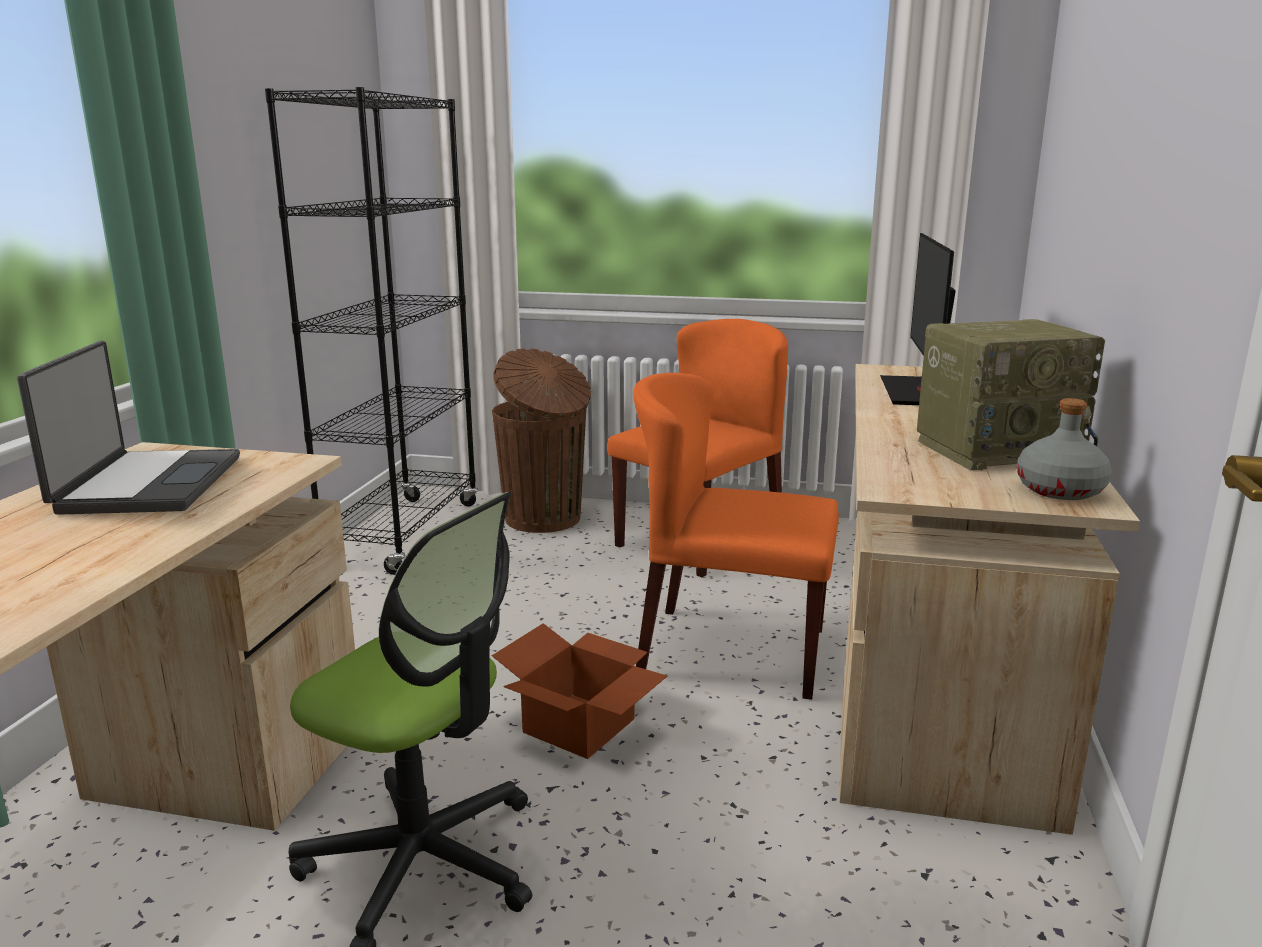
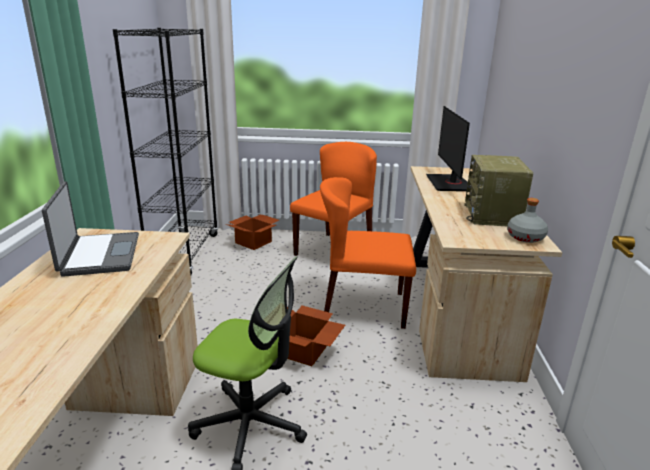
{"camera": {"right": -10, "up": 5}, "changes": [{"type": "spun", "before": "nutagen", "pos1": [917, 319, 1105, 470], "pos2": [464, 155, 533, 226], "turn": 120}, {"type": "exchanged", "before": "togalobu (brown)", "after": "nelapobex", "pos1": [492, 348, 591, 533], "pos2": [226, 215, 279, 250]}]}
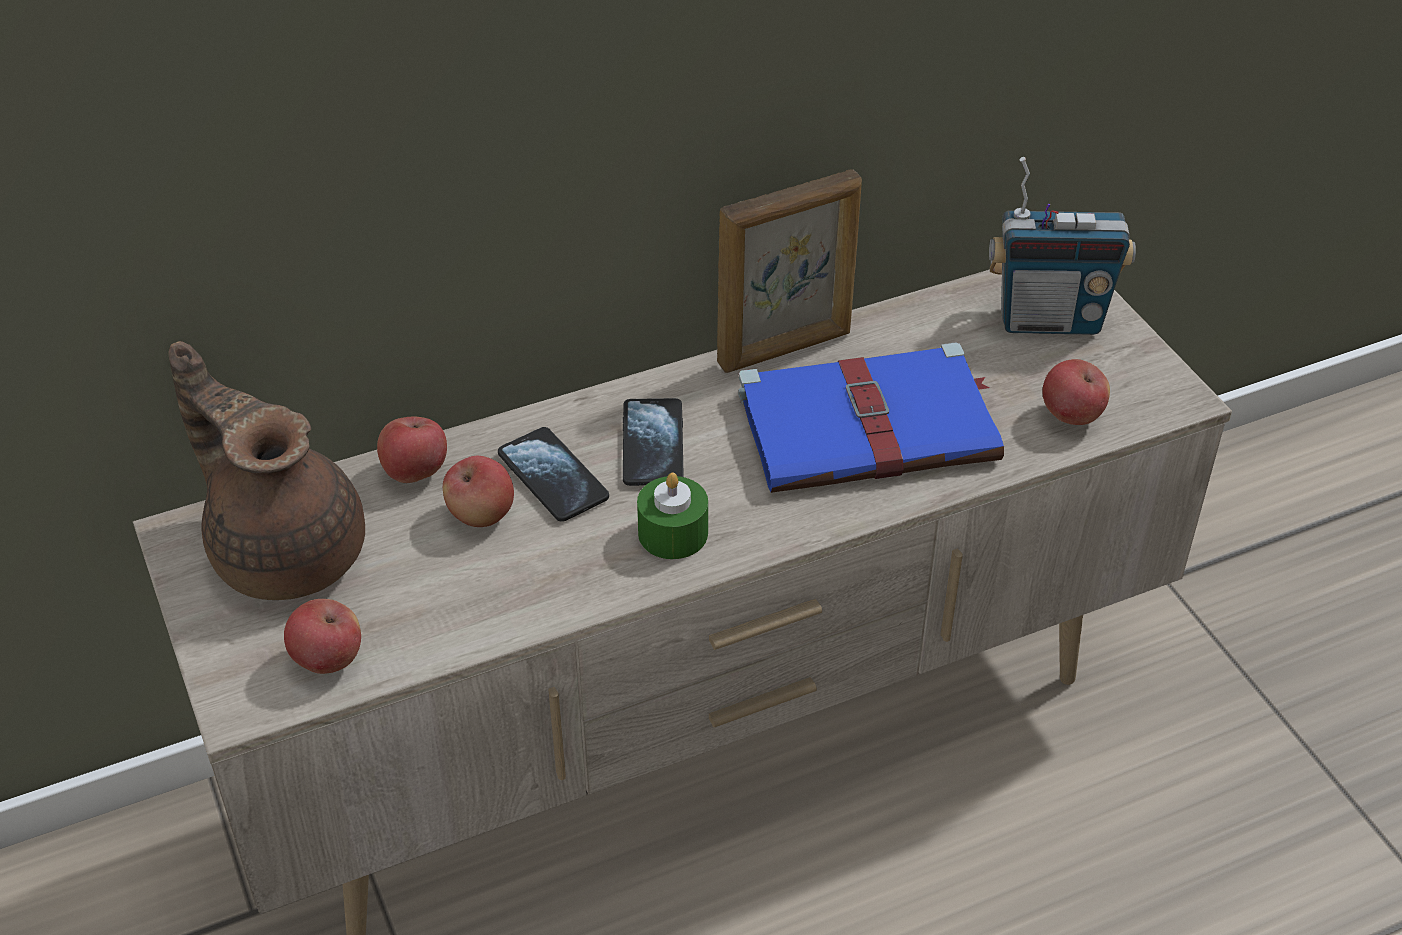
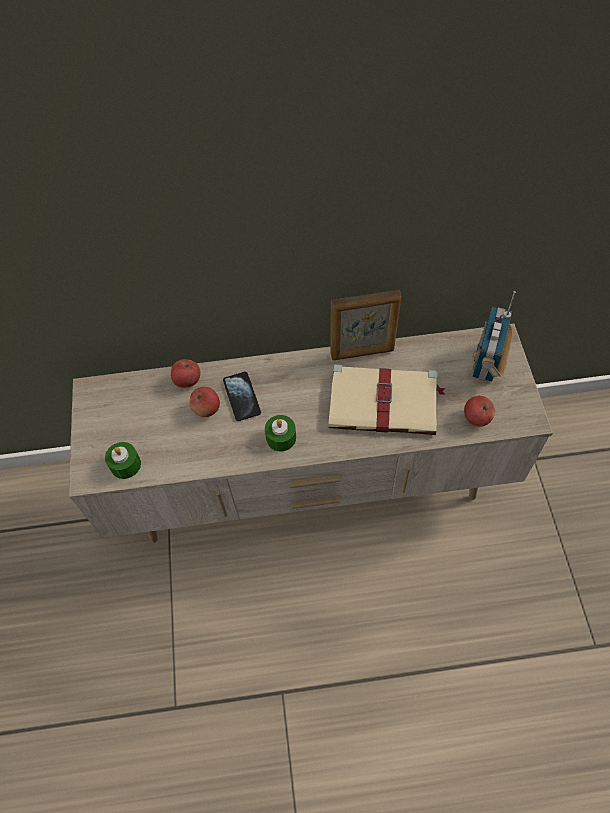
{"camera": {"right": 20, "up": 15}, "changes": [{"type": "spun", "before": "nutagen", "pos1": [989, 157, 1136, 335], "pos2": [472, 291, 516, 381], "turn": 90}, {"type": "missing", "before": "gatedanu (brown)", "pos1": [168, 341, 365, 600]}, {"type": "colour", "before": "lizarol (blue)", "after": "lizarol (beige)", "pos1": [738, 342, 1004, 493], "pos2": [328, 364, 446, 435]}, {"type": "missing", "before": "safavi", "pos1": [623, 398, 684, 486]}, {"type": "exchanged", "before": "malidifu", "after": "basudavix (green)", "pos1": [284, 599, 361, 674], "pos2": [105, 442, 141, 479]}]}
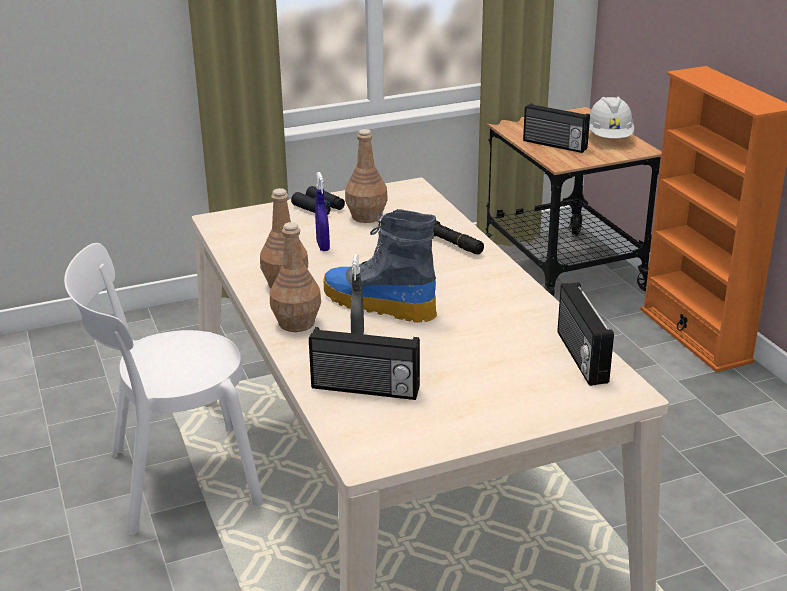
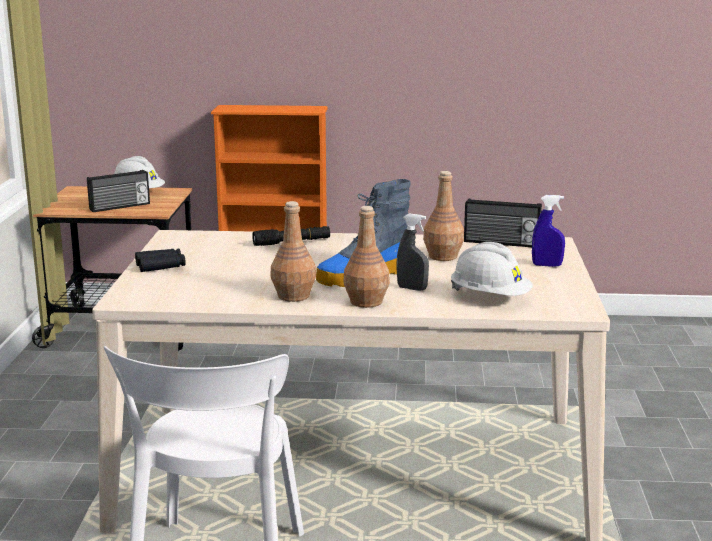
{"camera": {"right": -65, "up": -10}, "changes": [{"type": "relocated", "before": "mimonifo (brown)", "pos1": [345, 129, 388, 223], "pos2": [423, 171, 464, 261]}, {"type": "relocated", "before": "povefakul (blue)", "pos1": [315, 172, 330, 251], "pos2": [532, 195, 565, 267]}, {"type": "exchanged", "before": "nutagen", "after": "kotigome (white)", "pos1": [309, 327, 420, 400], "pos2": [451, 242, 533, 296]}]}
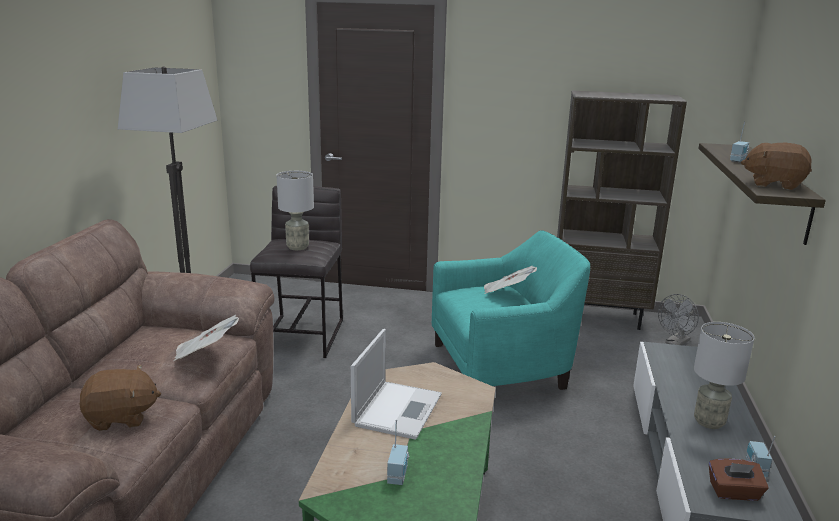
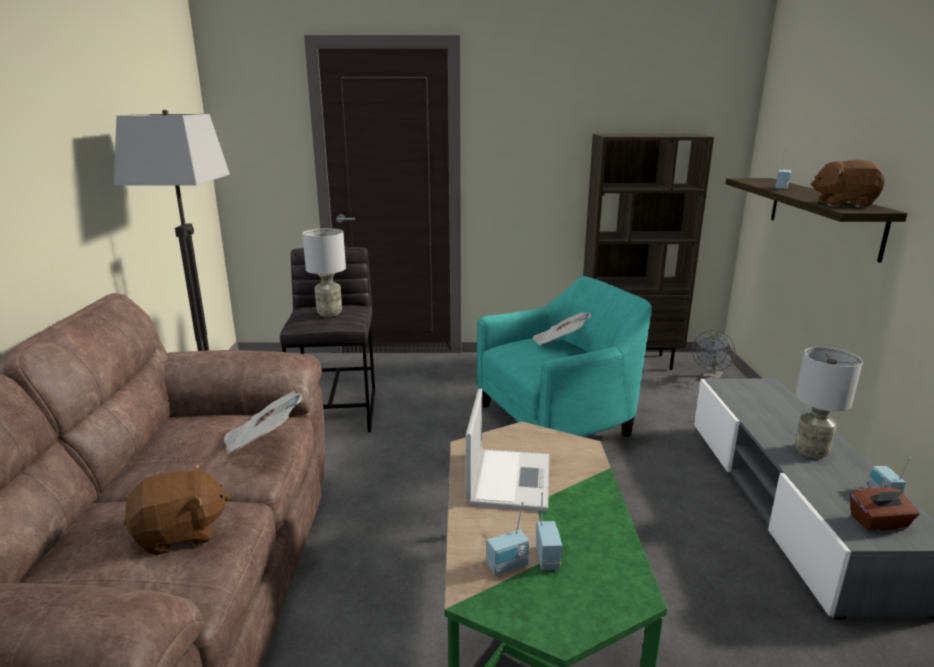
{"camera": {"right": -10, "up": 0}, "changes": [{"type": "appeared", "after": "nutagen", "pos2": [487, 501, 529, 575]}]}
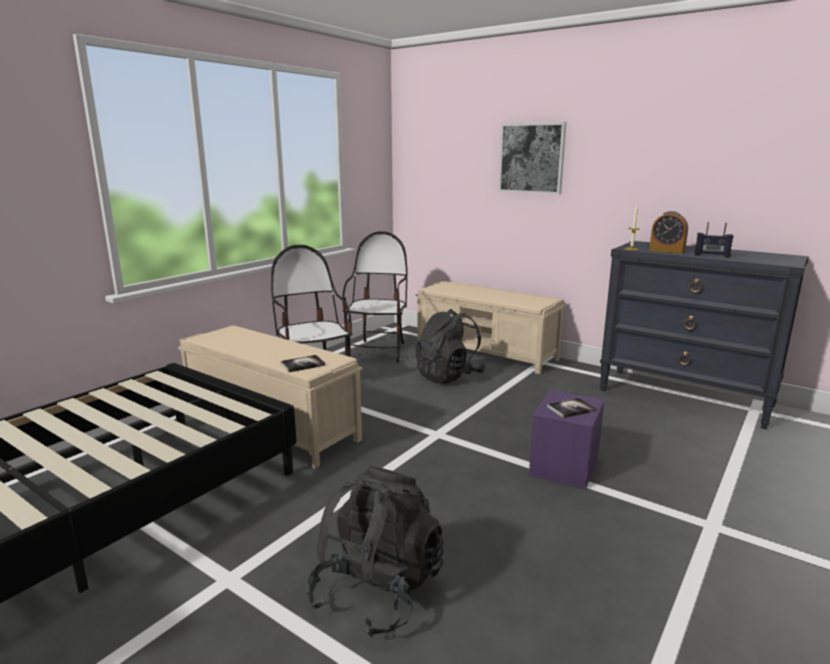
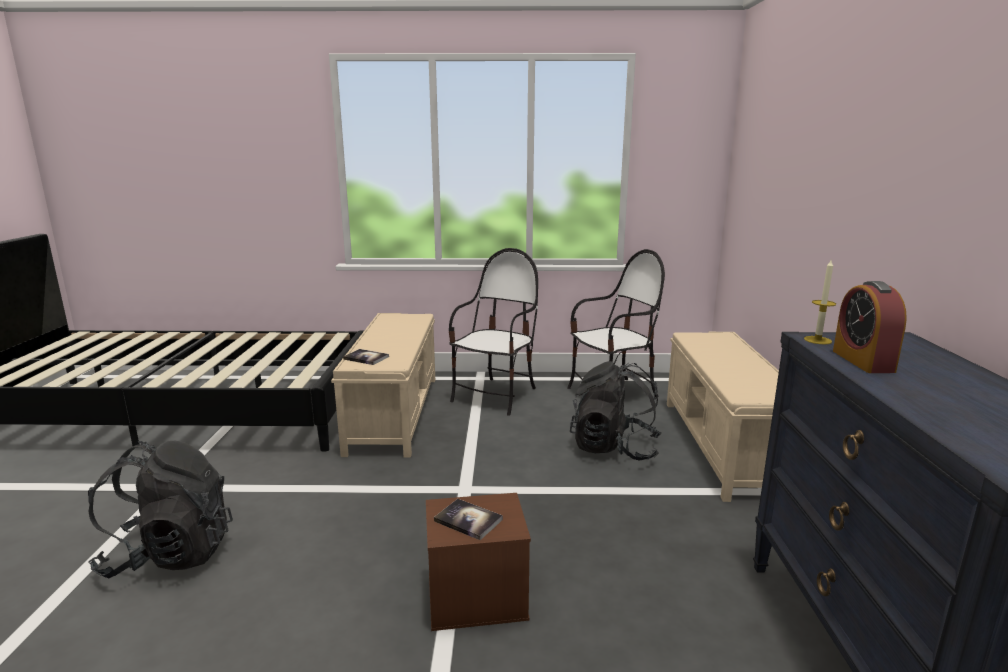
{"camera": {"right": 55, "up": 0}, "changes": [{"type": "missing", "before": "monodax", "pos1": [498, 122, 567, 194]}, {"type": "missing", "before": "nutagen", "pos1": [695, 222, 734, 258]}, {"type": "colour", "before": "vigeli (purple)", "after": "vigeli (brown)", "pos1": [529, 390, 605, 489], "pos2": [426, 493, 531, 631]}]}
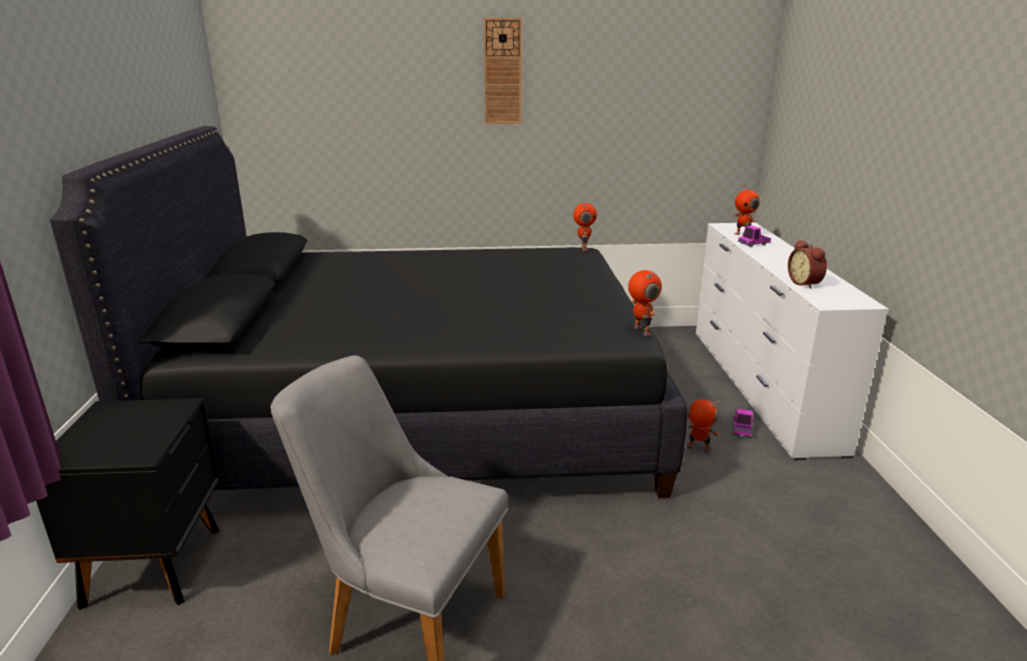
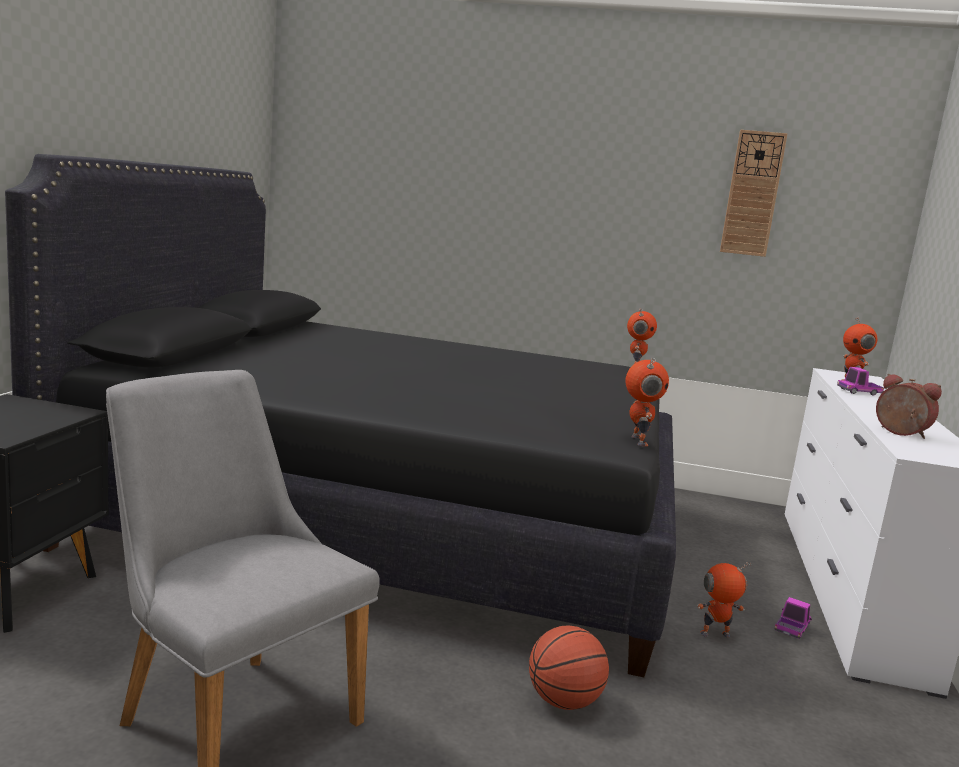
{"camera": {"right": 15, "up": -10}, "changes": [{"type": "relocated", "before": "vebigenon", "pos1": [484, 18, 522, 124], "pos2": [720, 130, 788, 257]}, {"type": "spun", "before": "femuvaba", "pos1": [788, 240, 827, 289], "pos2": [876, 374, 942, 439], "turn": 135}, {"type": "spun", "before": "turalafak", "pos1": [687, 399, 720, 453], "pos2": [697, 562, 751, 637], "turn": -45}, {"type": "appeared", "after": "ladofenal", "pos2": [529, 626, 609, 710]}]}
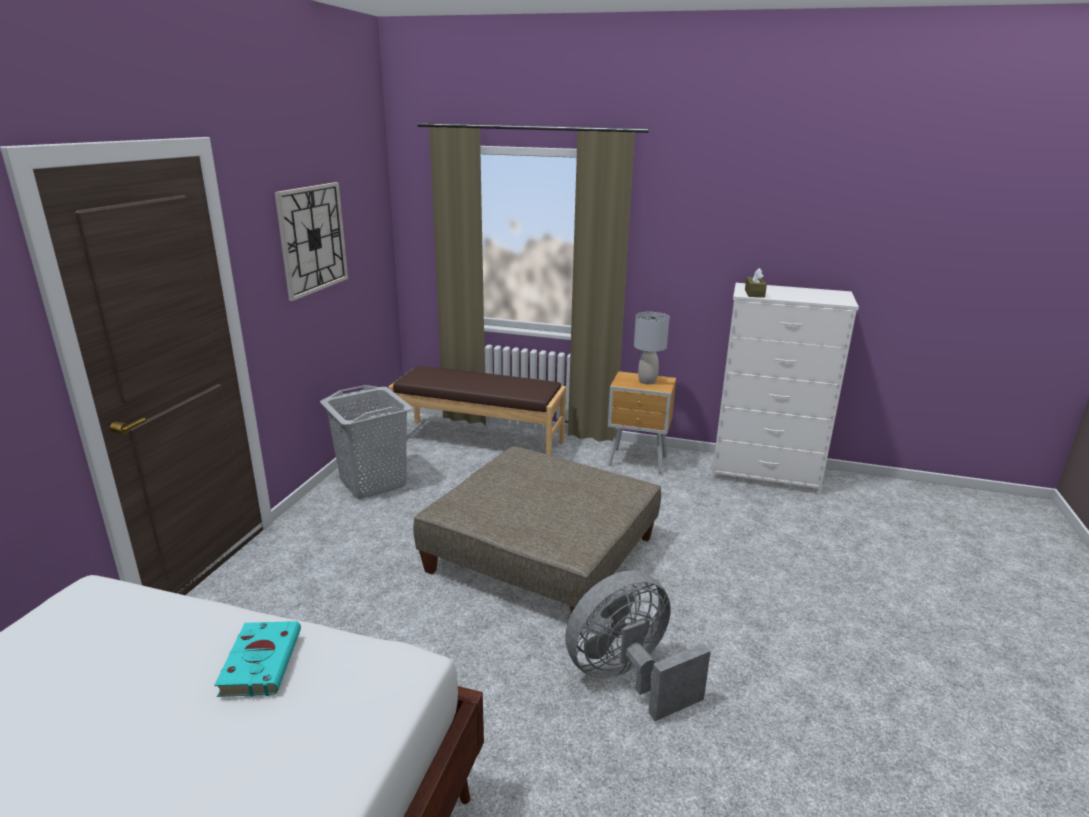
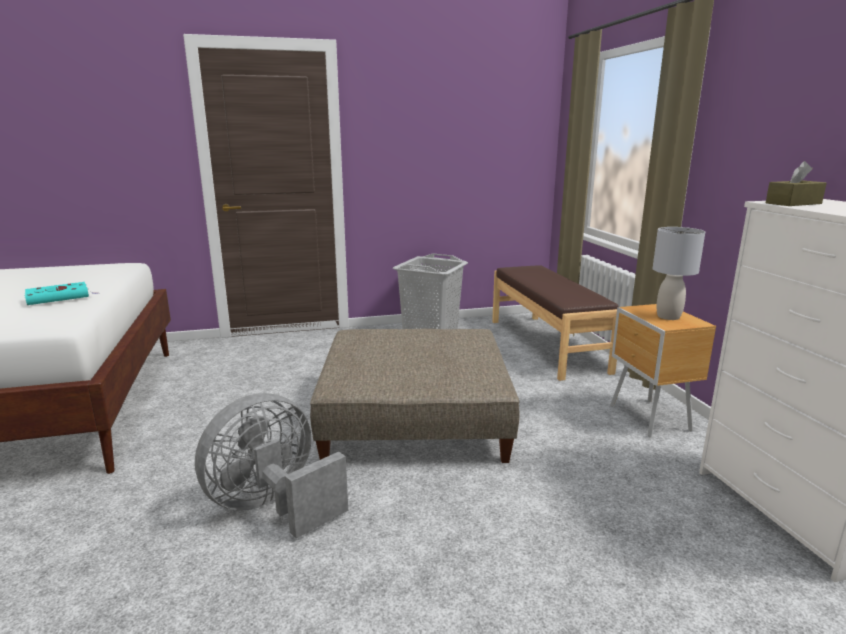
{"camera": {"right": 60, "up": -5}, "changes": [{"type": "missing", "before": "vebigenon", "pos1": [275, 182, 348, 301]}, {"type": "spun", "before": "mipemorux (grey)", "pos1": [565, 571, 711, 721], "pos2": [195, 393, 348, 539], "turn": -75}]}
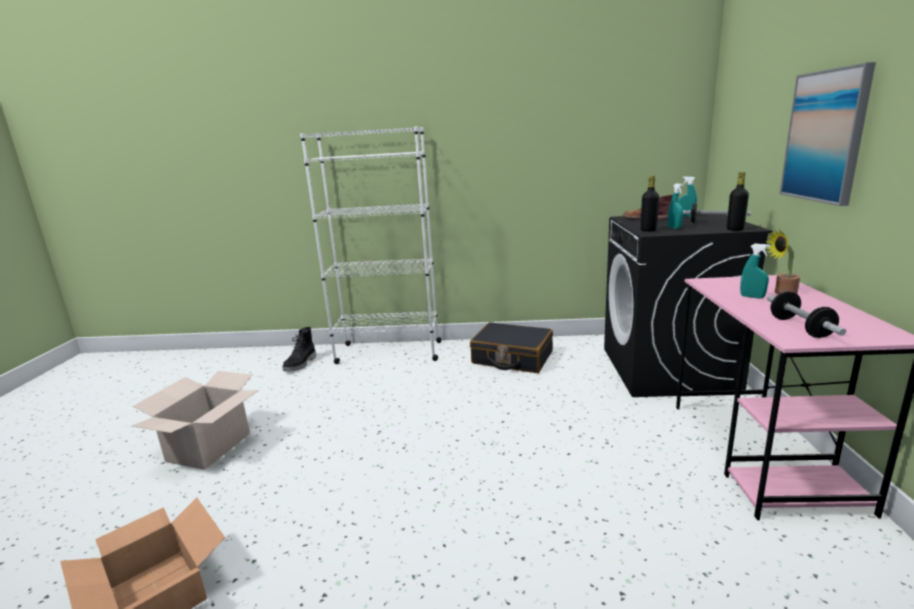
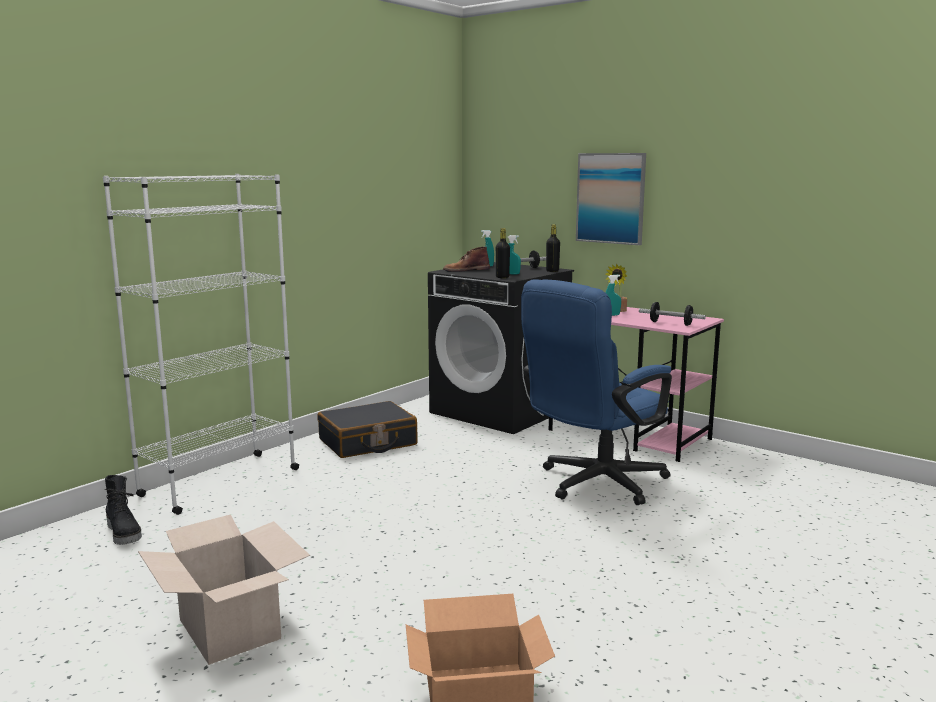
{"camera": {"right": -55, "up": -5}, "changes": [{"type": "appeared", "after": "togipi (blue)", "pos2": [521, 279, 672, 505]}]}
